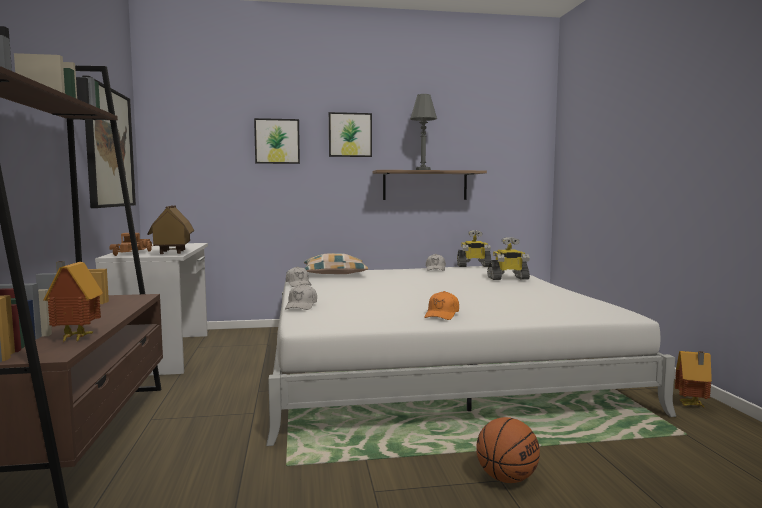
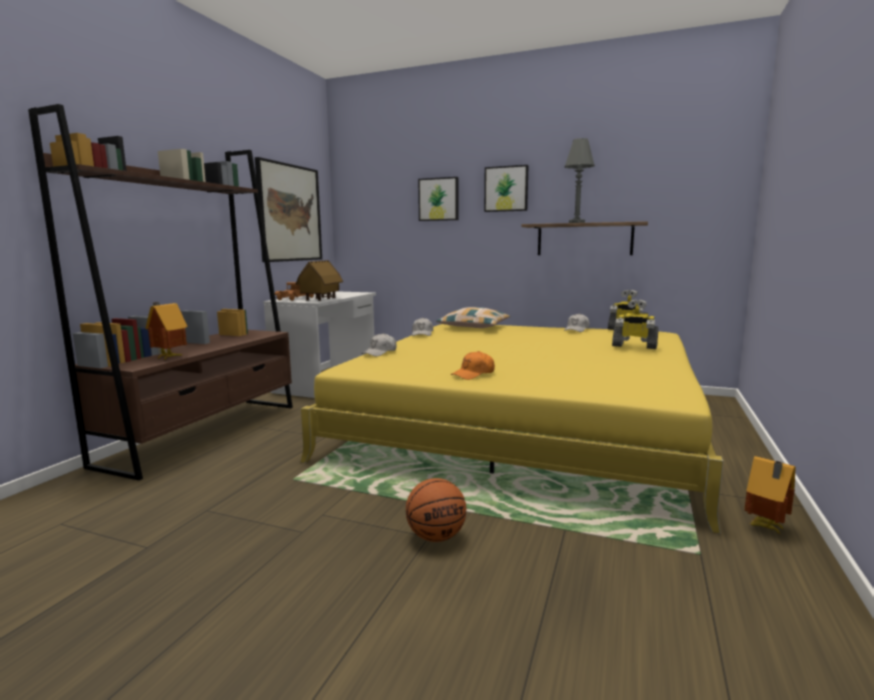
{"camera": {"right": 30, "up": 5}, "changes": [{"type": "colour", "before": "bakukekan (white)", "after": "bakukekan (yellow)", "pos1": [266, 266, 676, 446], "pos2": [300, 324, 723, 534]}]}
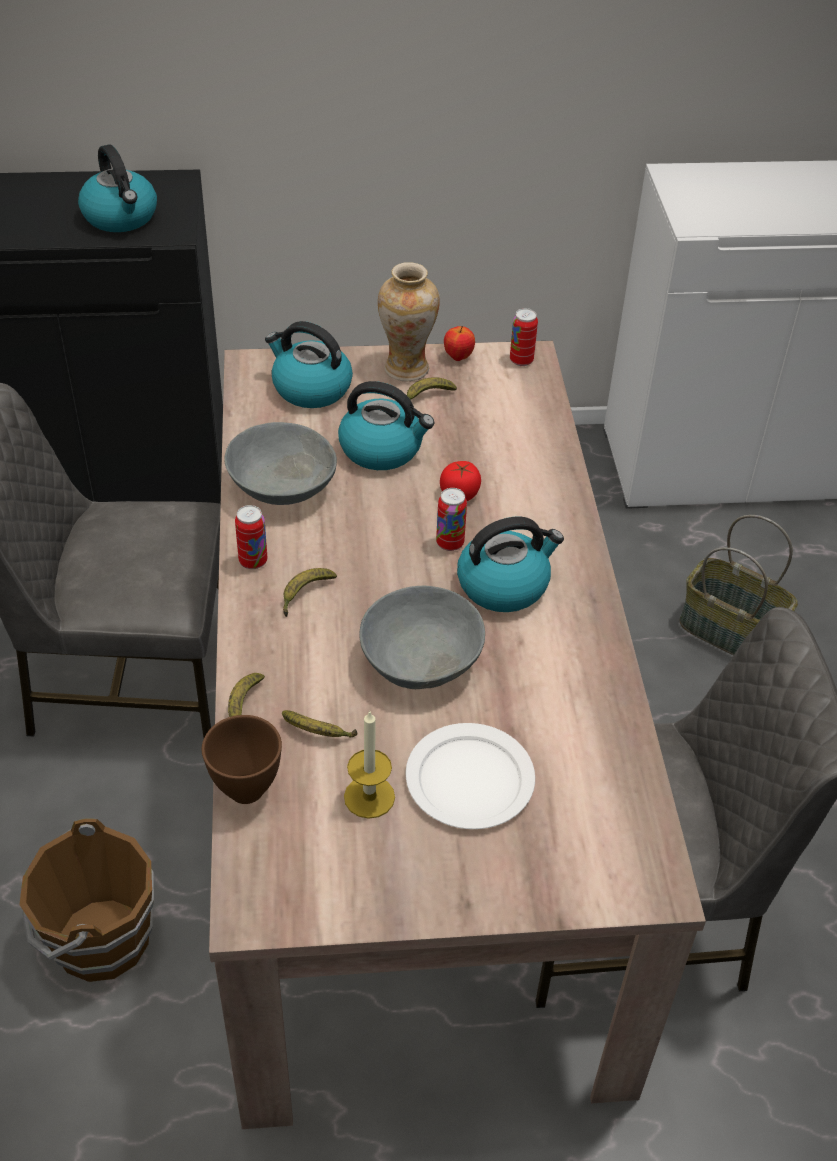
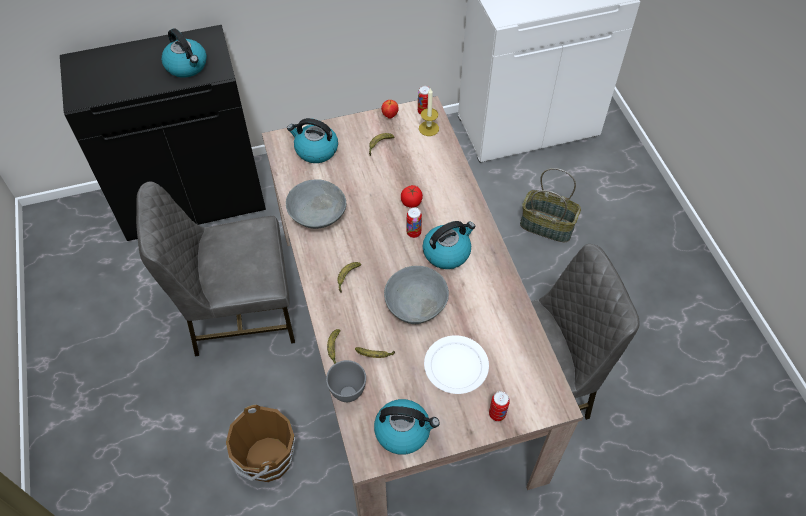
{"camera": {"right": -10, "up": 10}, "changes": [{"type": "missing", "before": "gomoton", "pos1": [378, 262, 440, 381]}, {"type": "relocated", "before": "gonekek", "pos1": [338, 381, 434, 470], "pos2": [374, 399, 440, 455]}, {"type": "relocated", "before": "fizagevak", "pos1": [235, 505, 268, 569], "pos2": [489, 391, 510, 421]}, {"type": "relocated", "before": "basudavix", "pos1": [344, 710, 395, 819], "pos2": [419, 88, 439, 136]}, {"type": "colour", "before": "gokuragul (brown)", "after": "gokuragul (grey)", "pos1": [202, 715, 282, 804], "pos2": [326, 360, 366, 402]}]}
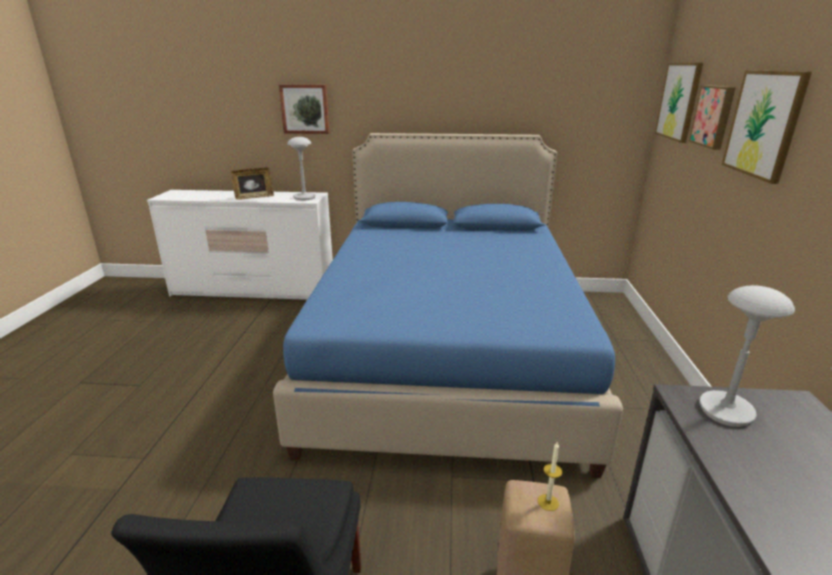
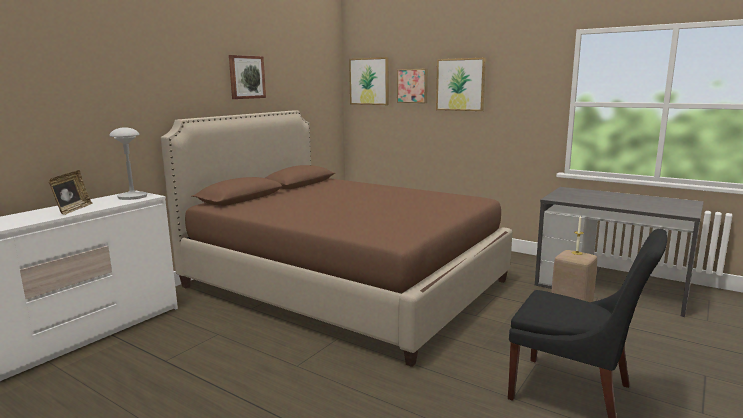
{"camera": {"right": -60, "up": -10}, "changes": [{"type": "relocated", "before": "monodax", "pos1": [279, 84, 329, 134], "pos2": [229, 55, 266, 99]}, {"type": "colour", "before": "bakukekan (blue)", "after": "bakukekan (brown)", "pos1": [273, 133, 623, 478], "pos2": [161, 110, 512, 367]}, {"type": "missing", "before": "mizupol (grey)", "pos1": [700, 285, 795, 427]}]}
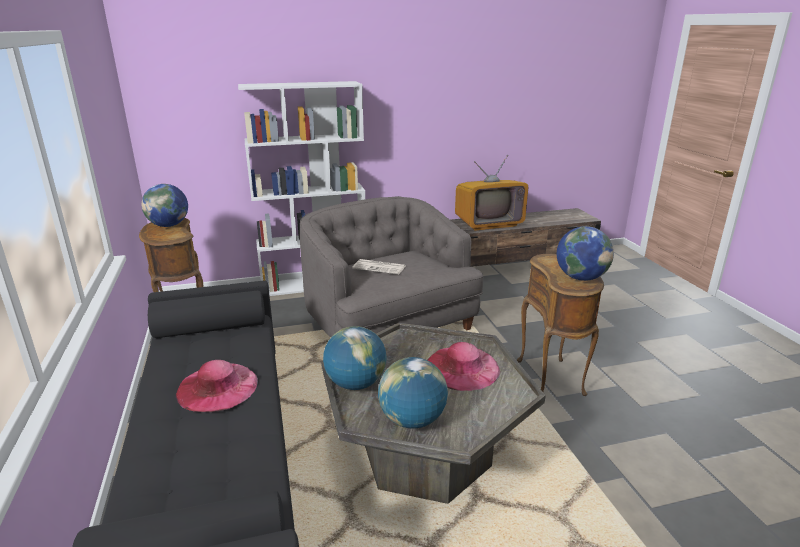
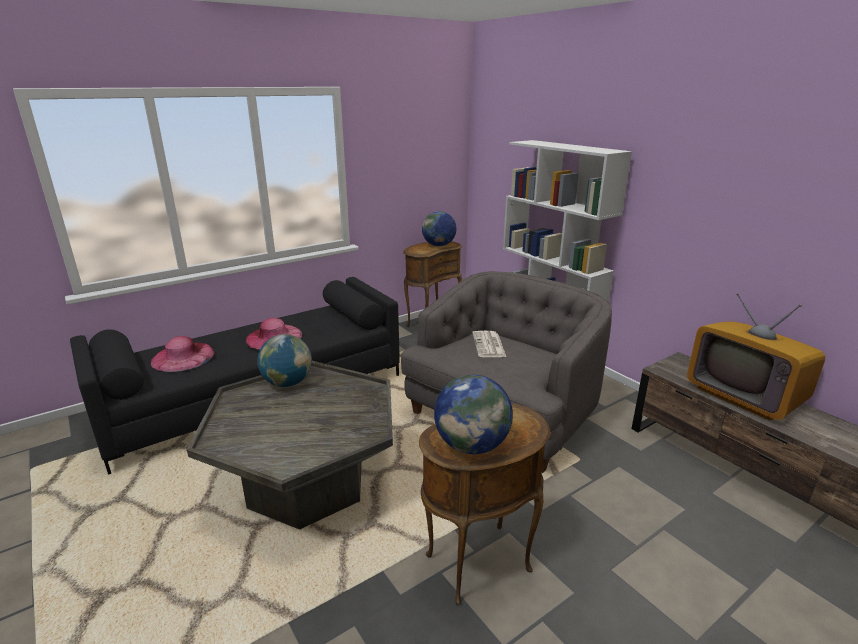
{"camera": {"right": 70, "up": 0}, "changes": [{"type": "relocated", "before": "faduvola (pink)", "pos1": [427, 342, 500, 391], "pos2": [151, 336, 215, 372]}, {"type": "missing", "before": "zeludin", "pos1": [378, 357, 448, 428]}]}
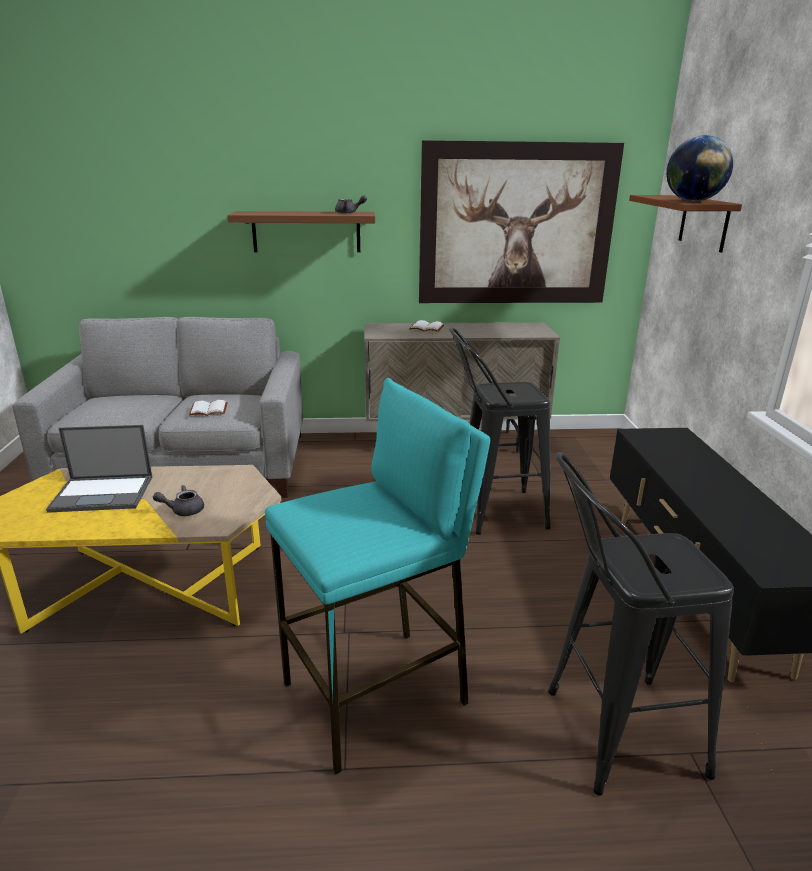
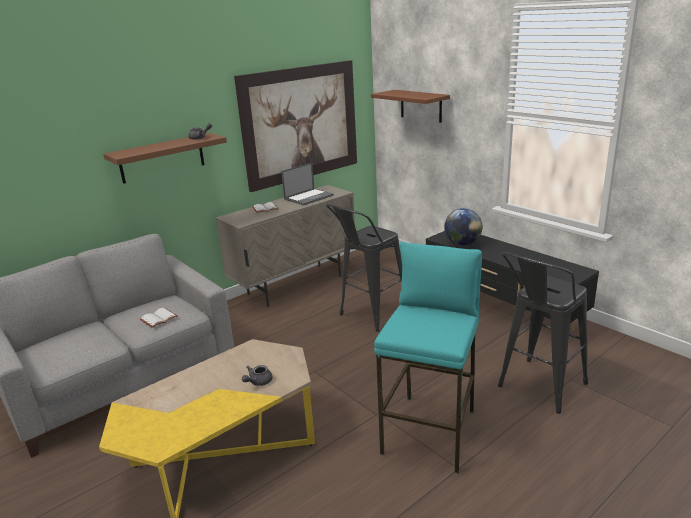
{"camera": {"right": -35, "up": 0}, "changes": [{"type": "relocated", "before": "zeludin", "pos1": [666, 135, 733, 201], "pos2": [444, 208, 483, 246]}, {"type": "relocated", "before": "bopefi", "pos1": [46, 425, 152, 513], "pos2": [281, 163, 334, 206]}]}
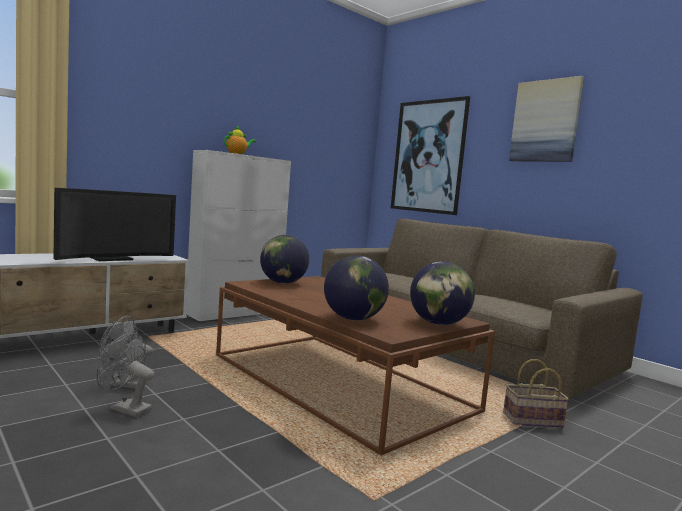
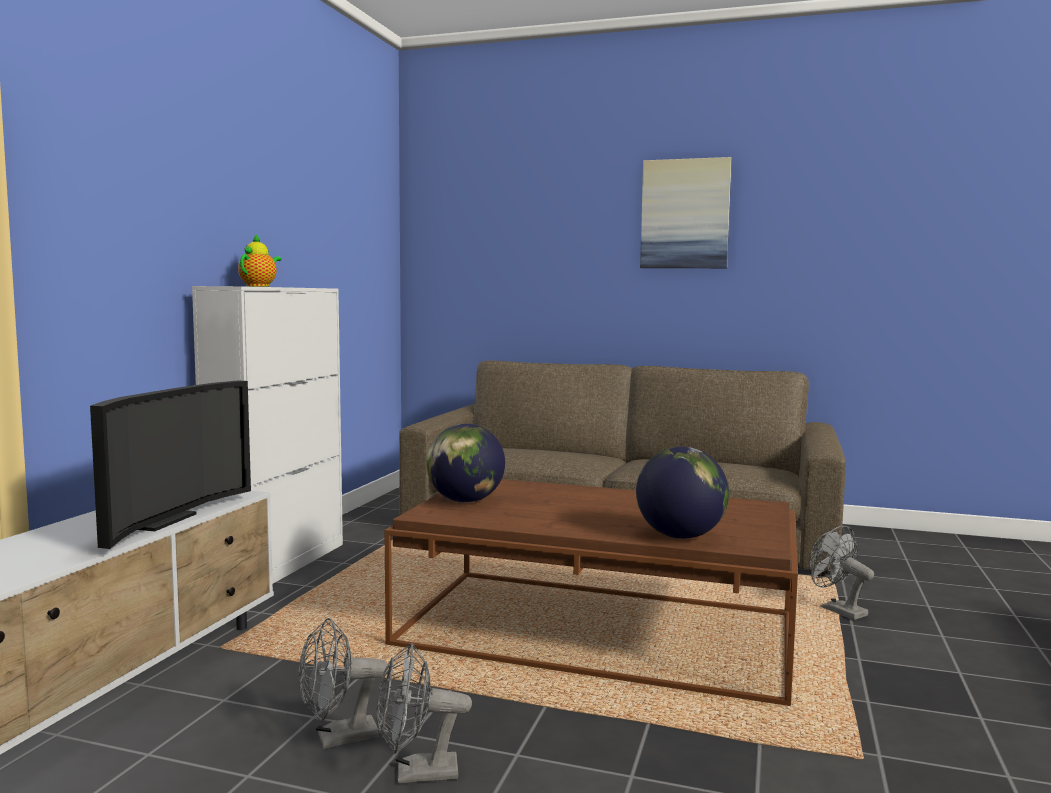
{"camera": {"right": -30, "up": 0}, "changes": [{"type": "missing", "before": "monodax", "pos1": [391, 96, 470, 215]}, {"type": "missing", "before": "zeludin", "pos1": [410, 261, 475, 325]}, {"type": "exchanged", "before": "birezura", "after": "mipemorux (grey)", "pos1": [503, 359, 569, 428], "pos2": [809, 526, 874, 620]}]}
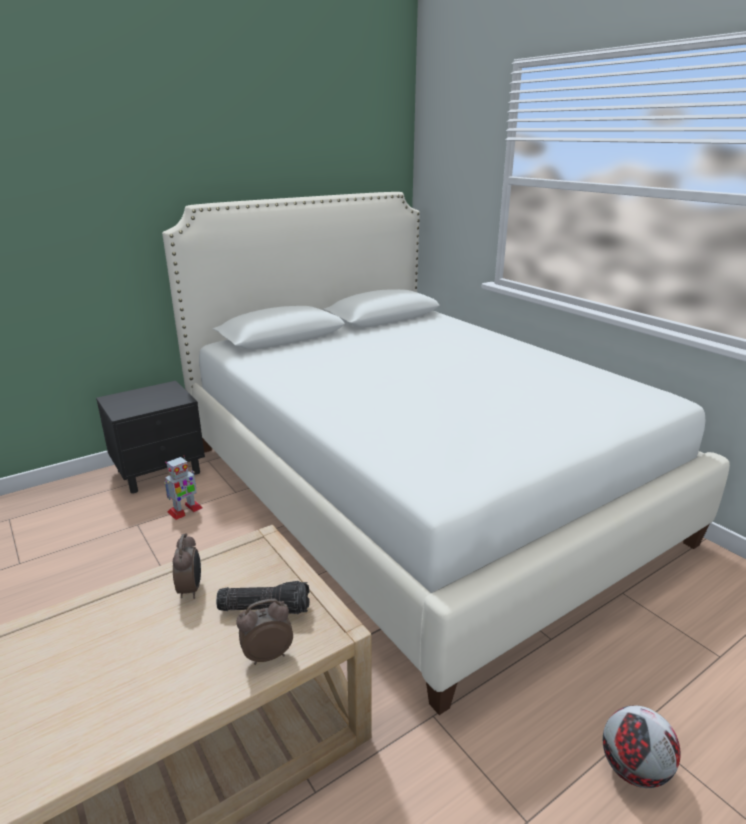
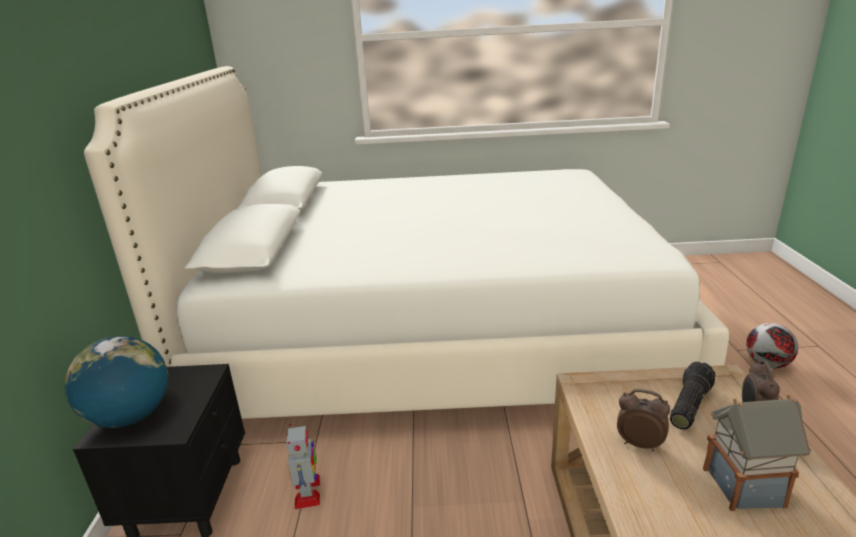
{"camera": {"right": -55, "up": 0}, "changes": [{"type": "appeared", "after": "zeludin", "pos2": [65, 336, 168, 428]}, {"type": "appeared", "after": "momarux", "pos2": [703, 395, 811, 511]}]}
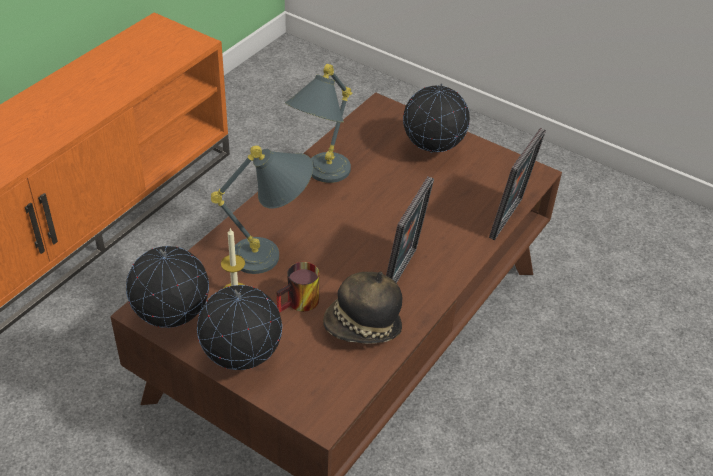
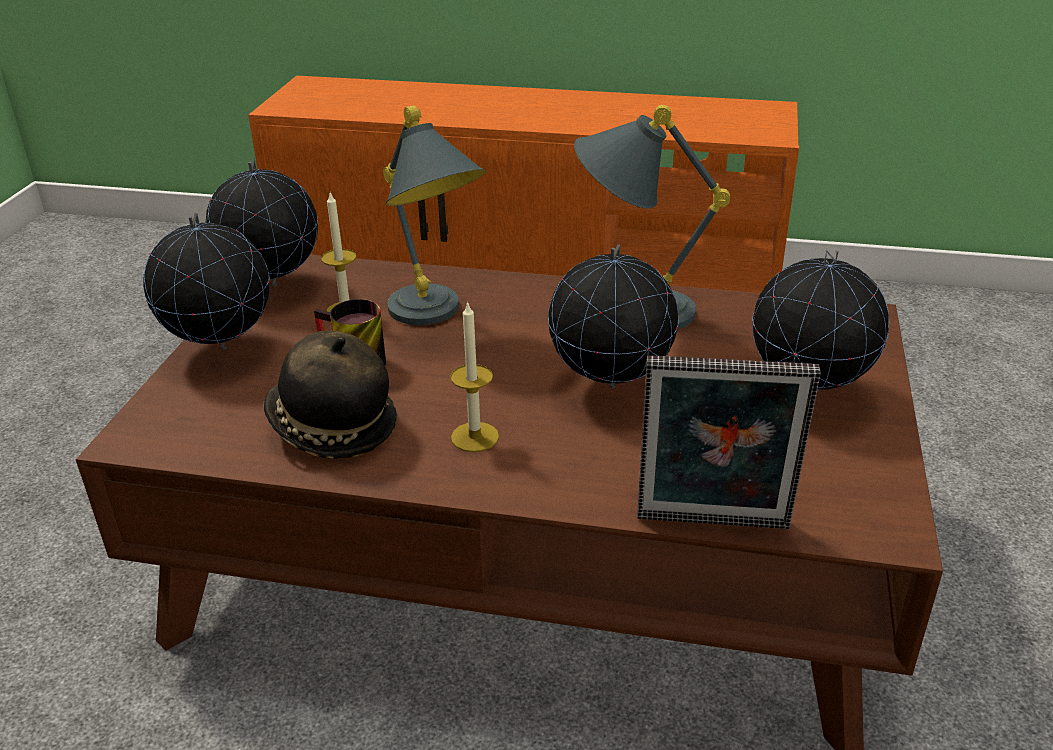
{"camera": {"right": 70, "up": -10}, "changes": [{"type": "exchanged", "before": "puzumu", "after": "basudavix", "pos1": [386, 177, 434, 283], "pos2": [450, 301, 499, 452]}, {"type": "appeared", "after": "zeludin", "pos2": [548, 244, 678, 389]}]}
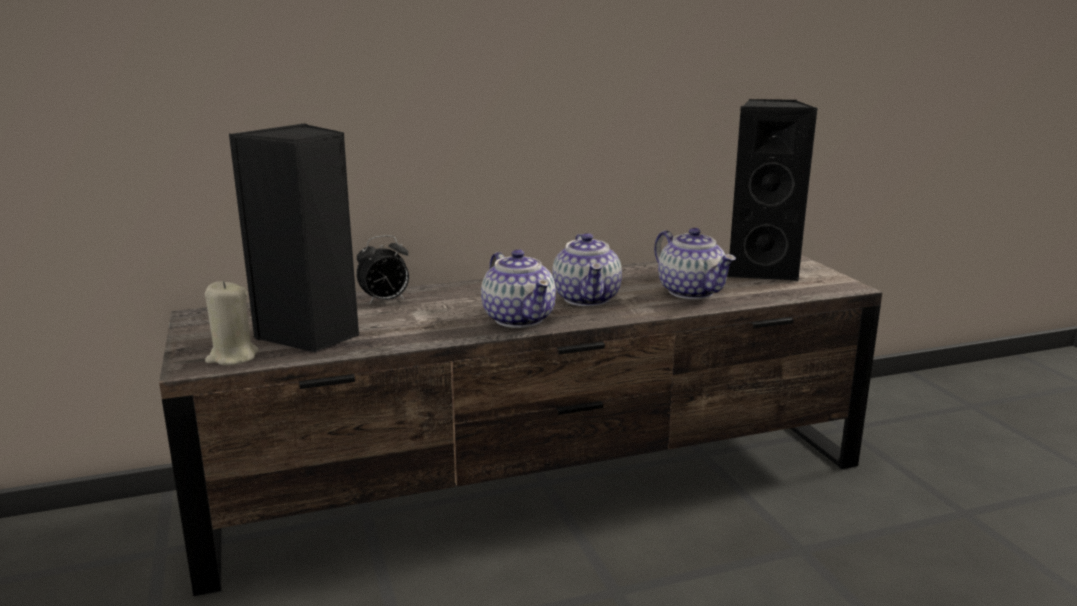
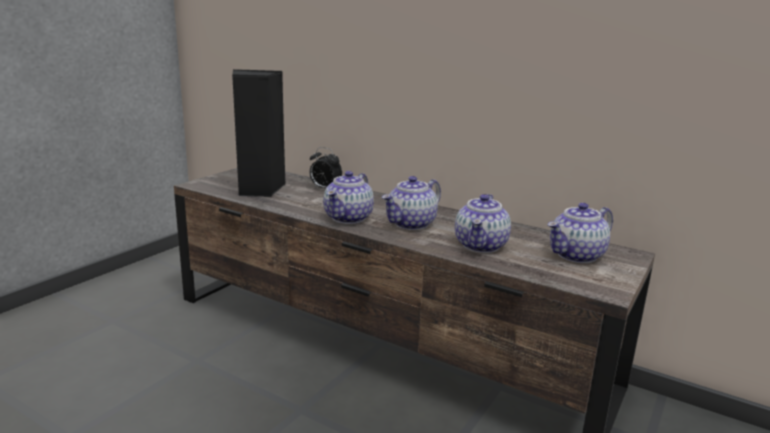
{"camera": {"right": 50, "up": 0}, "changes": [{"type": "exchanged", "before": "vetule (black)", "after": "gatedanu", "pos1": [727, 99, 818, 281], "pos2": [548, 203, 613, 263]}, {"type": "missing", "before": "basudavix (beige)", "pos1": [205, 281, 259, 365]}]}
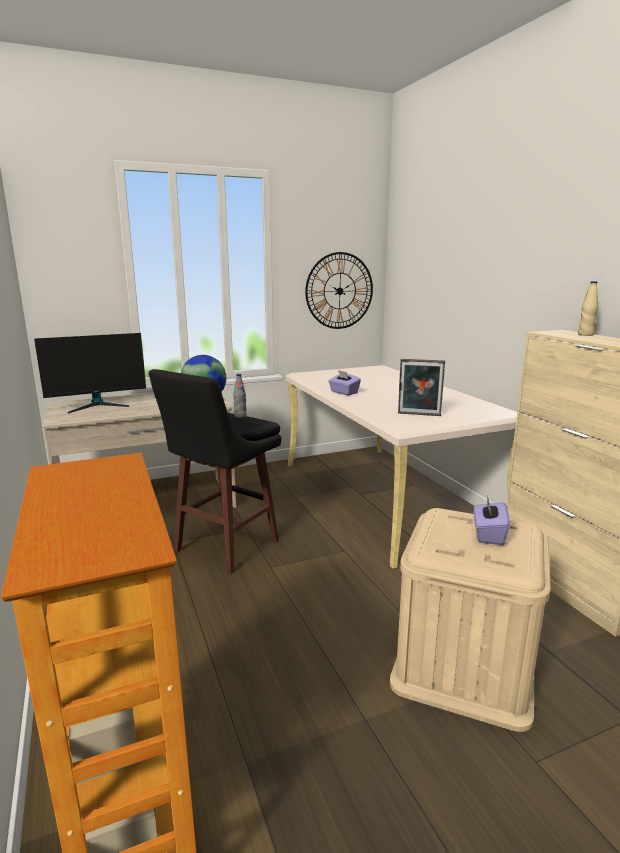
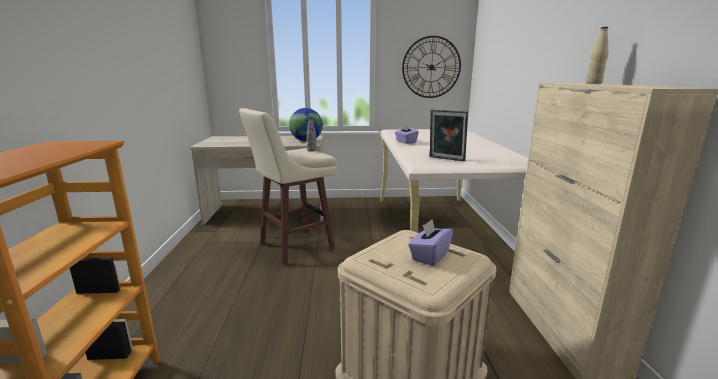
{"camera": {"right": 20, "up": 0}, "changes": [{"type": "missing", "before": "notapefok", "pos1": [34, 333, 146, 413]}, {"type": "colour", "before": "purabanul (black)", "after": "purabanul (beige)", "pos1": [149, 369, 281, 574], "pos2": [239, 108, 337, 265]}]}
